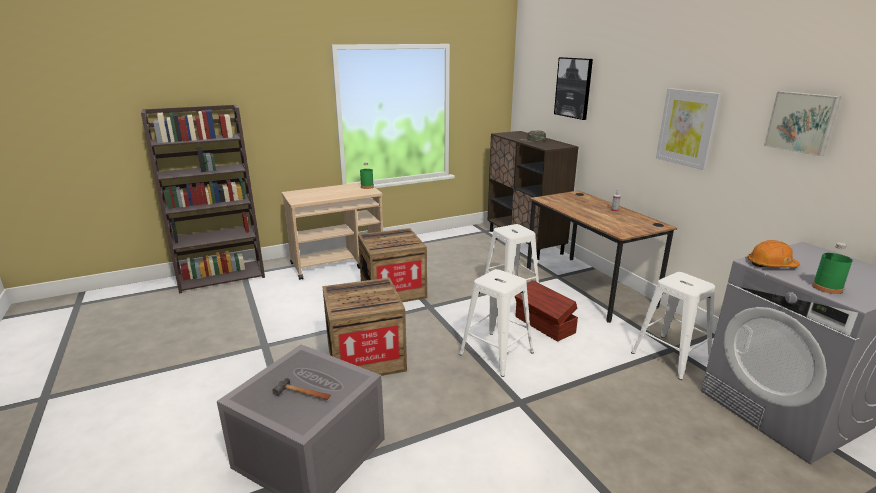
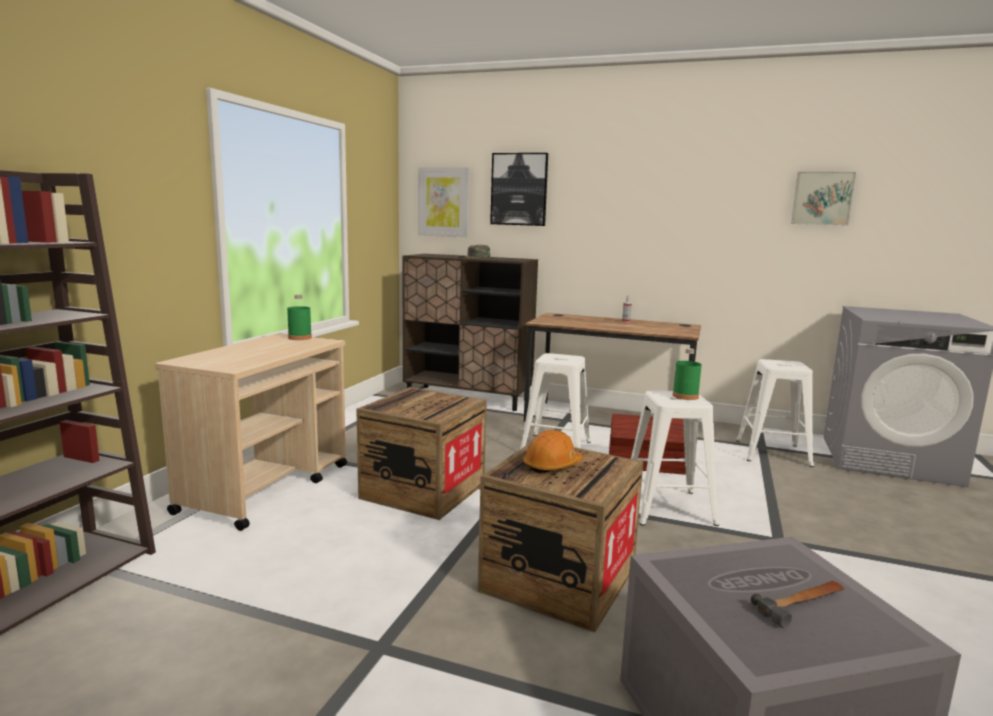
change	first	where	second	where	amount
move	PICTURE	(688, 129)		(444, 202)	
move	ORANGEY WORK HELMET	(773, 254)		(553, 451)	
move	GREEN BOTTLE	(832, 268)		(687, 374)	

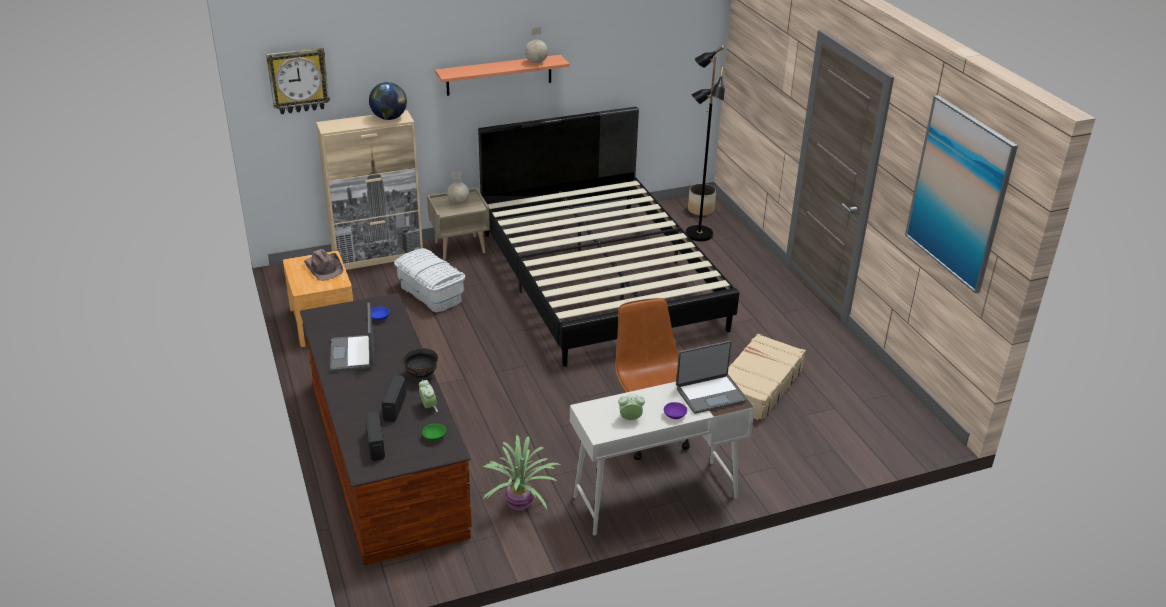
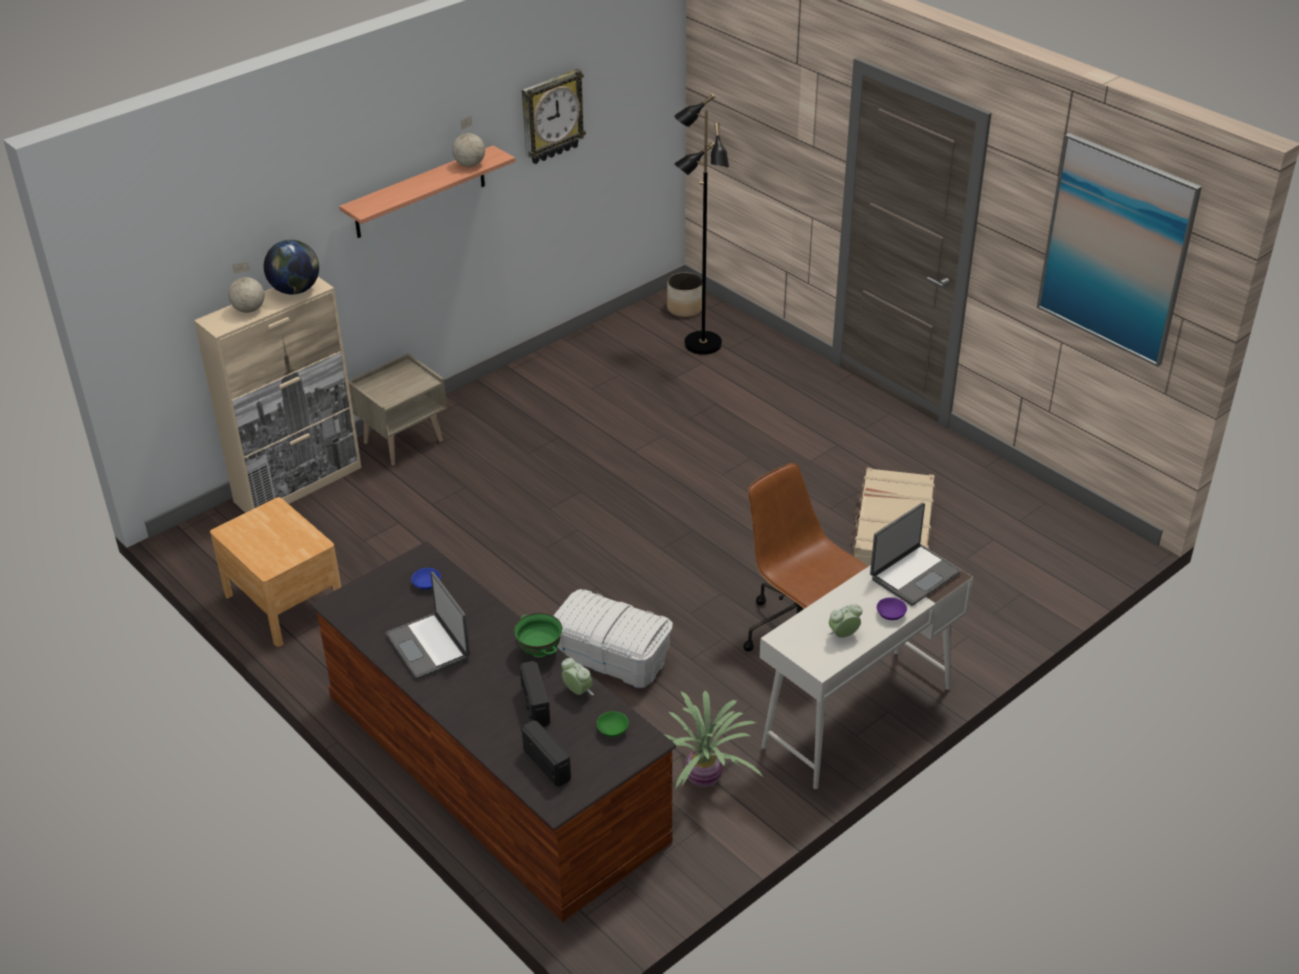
change	first	where	second	where	amount
move	WALL CLOCK	(298, 81)		(554, 116)	
delete	BLACK SLEEPING BED	(608, 237)			
move	WORLD GLOBE	(458, 188)		(246, 287)	
move	WHITE-COLOURED STORAGE BIN	(429, 280)		(613, 638)	
delete	BROWN-COLOURED CLOTHING HAT	(323, 265)			
recolor	BLACK BOWL	(420, 364)	GREEN BOWL	(538, 635)	

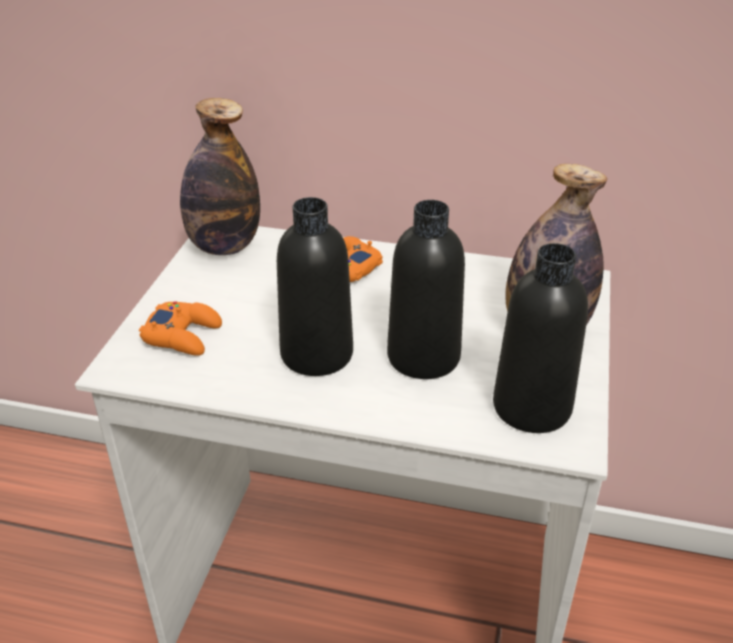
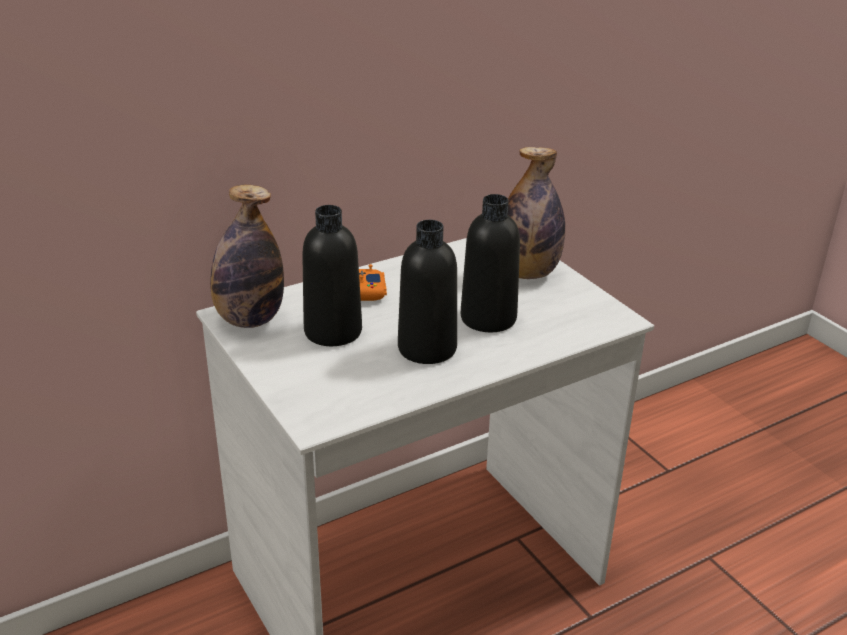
change	first	where	second	where	amount
move	BLACK BOTTLE	(540, 338)		(332, 275)	
delete	ORANGEY GAMEPAD	(180, 328)			

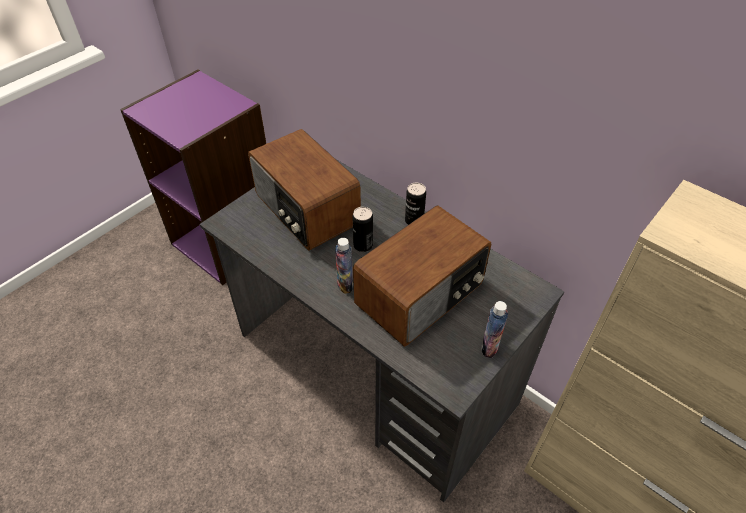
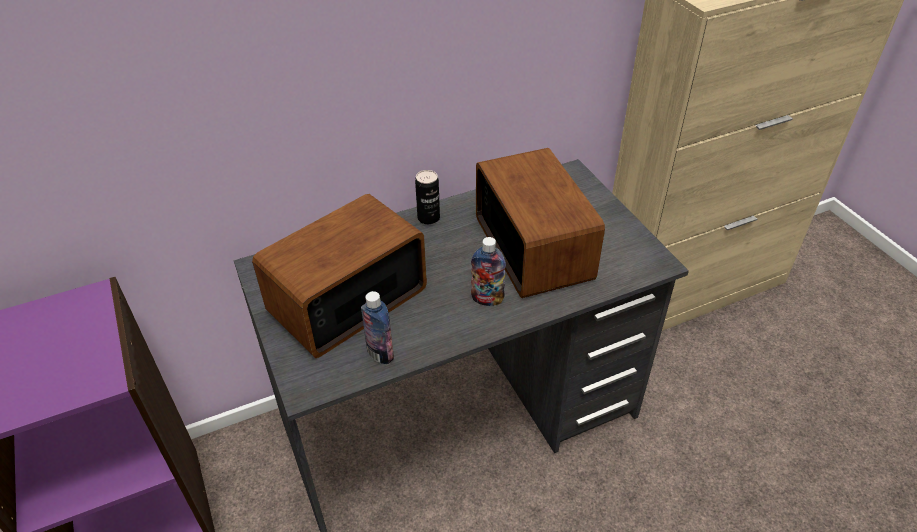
change	first	where	second	where	amount
rotate	RADIO	(304, 190)		(339, 276)	150 degrees clockwise
delete	METAL CAN	(362, 229)			
move	BOTTLE	(494, 329)		(377, 327)	

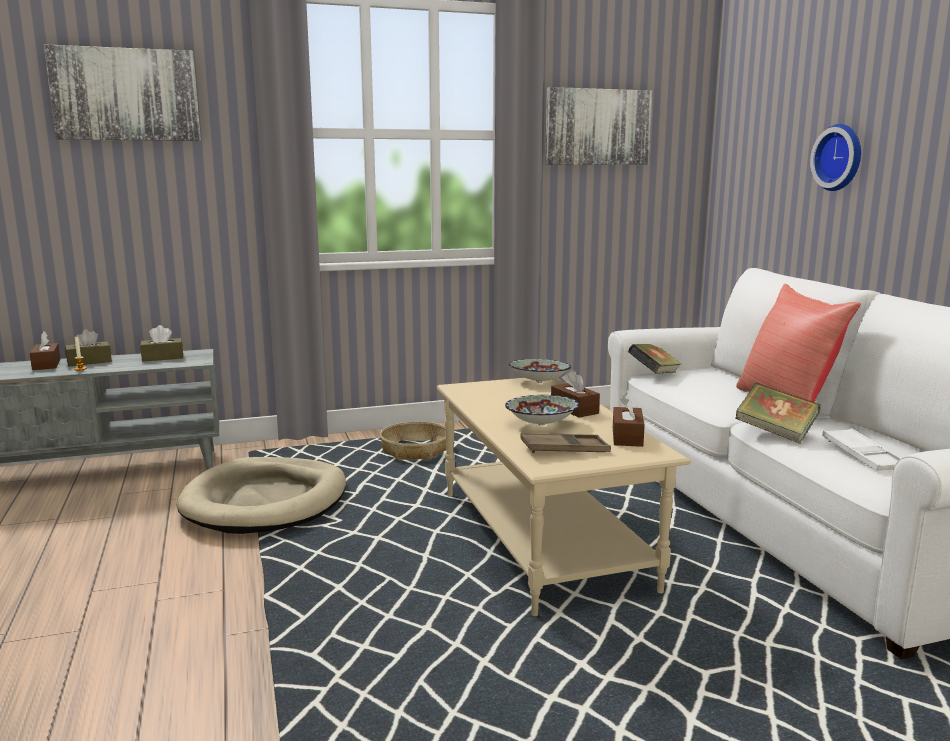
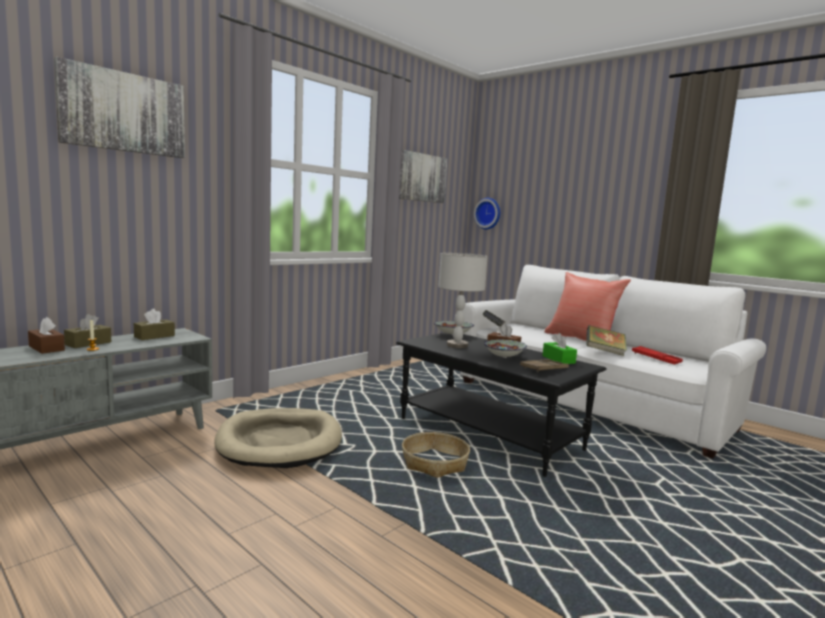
change	first	where	second	where	amount
move	WALL CLOCK	(835, 157)		(487, 214)	
recolor	BEIGE COFFEE TABLE	(564, 497)	BLACK COFFEE TABLE	(501, 405)	
recolor	BROWN-COLOURED TISSUE BOX	(629, 420)	GREEN TISSUE BOX	(560, 348)	
move	HOUSEHOLD BASKET	(413, 440)		(436, 455)	
recolor	WHITE-COLOURED TRAY	(861, 450)	REDDISH TRAY	(657, 355)	
insert			GREYISH TABLE LAMP	(463, 300)	

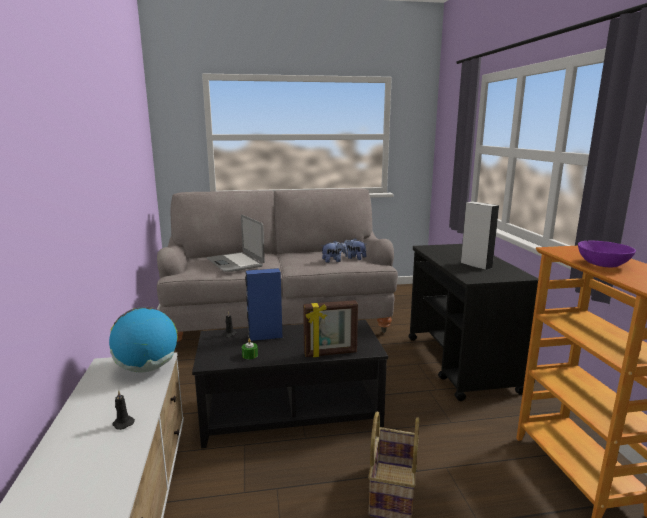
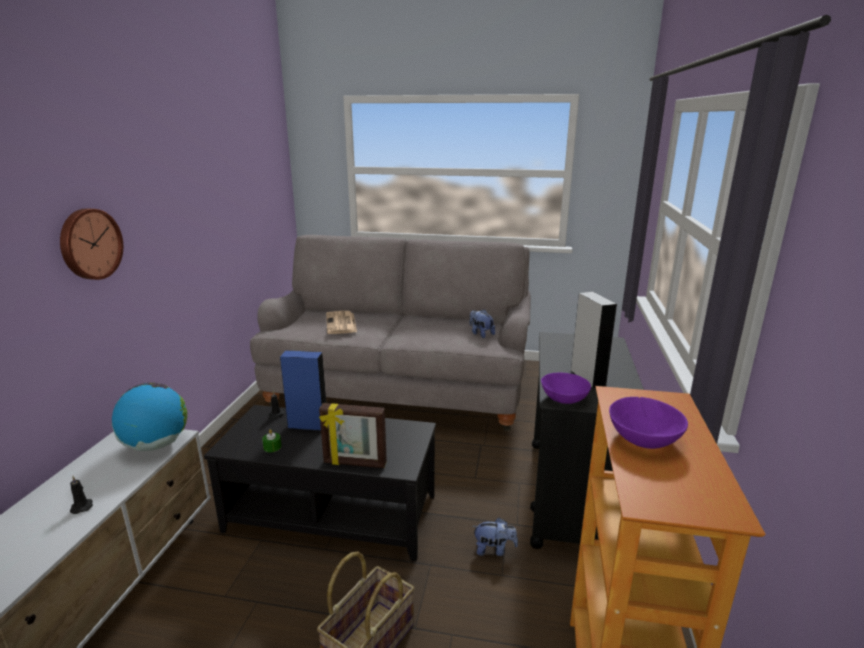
change	first	where	second	where	amount
replace	LAPTOP	(235, 243)	PRINTED PAPER	(341, 322)	
move	SOFT TOY	(334, 252)		(495, 536)	
insert			WALL CLOCK	(91, 244)	
insert			PURPLISH BOWL	(566, 388)	

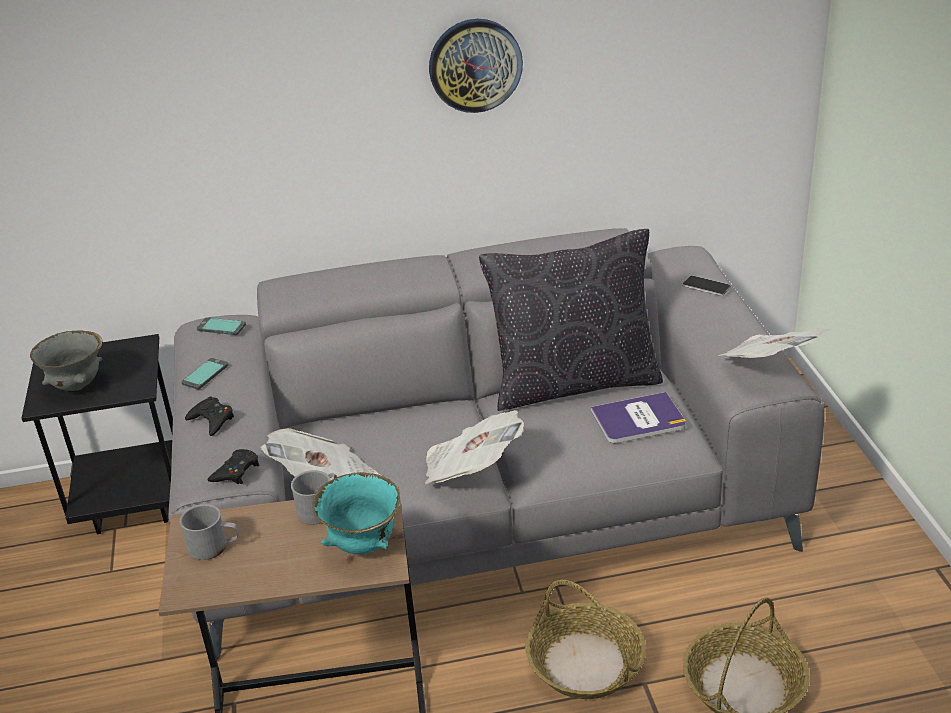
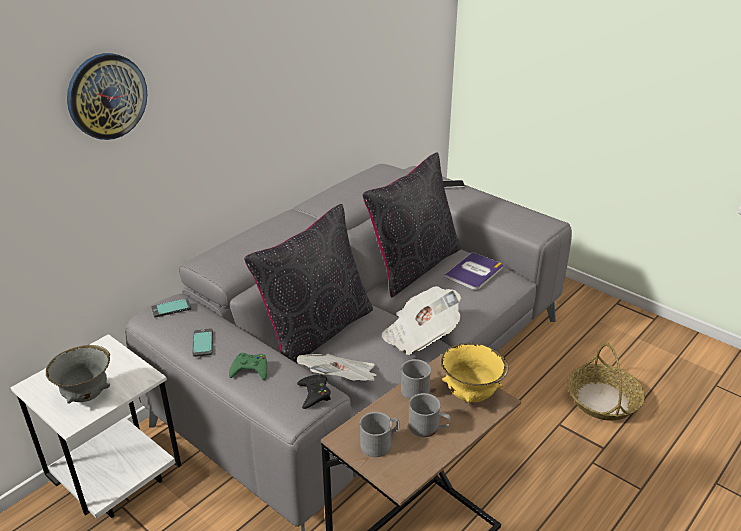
change	first	where	second	where	amount
move	WALL CLOCK	(476, 66)		(107, 96)	
delete	PRINTED PAPER	(774, 343)			
recolor	BLACK SIDE TABLE	(97, 434)	WHITE-COLOURED SIDE TABLE	(96, 426)	
recolor	BLACK GAMEPAD	(209, 416)	GREEN GAMEPAD	(248, 366)	
recolor	TURQUOISE BOWL	(356, 513)	YELLOW BOWL	(474, 372)	
delete	HOUSEHOLD BASKET	(585, 639)			
insert			BLACK THROW PILLOW	(308, 283)	
insert			GREYISH MUG	(430, 415)	

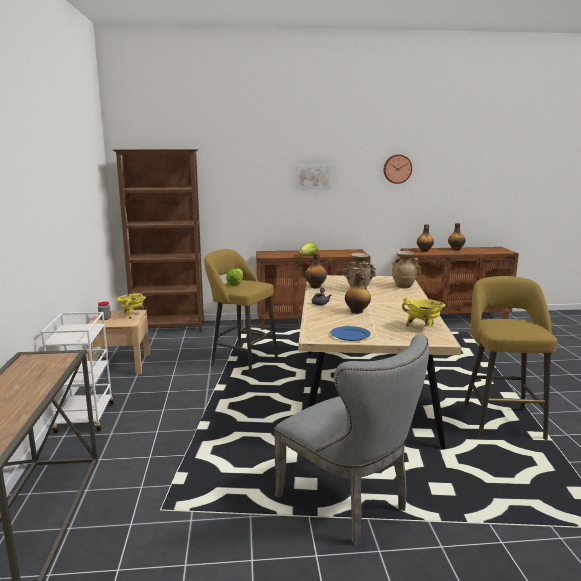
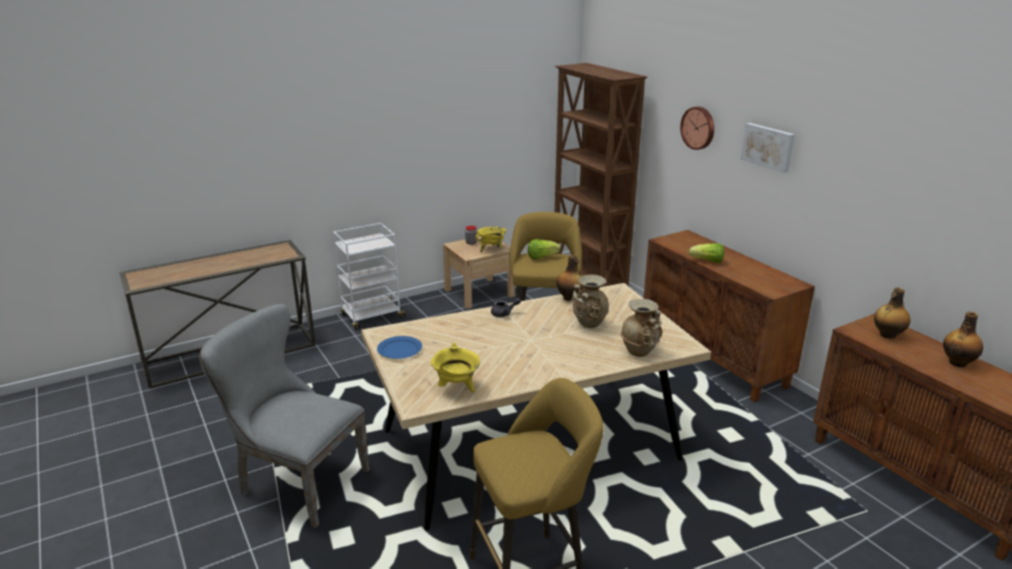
change	first	where	second	where	amount
move	WALL CLOCK	(398, 169)		(697, 128)	
delete	BOTTLE	(358, 293)			
rotate	GREYISH PLAIN CHAIR	(351, 439)		(284, 416)	90 degrees clockwise

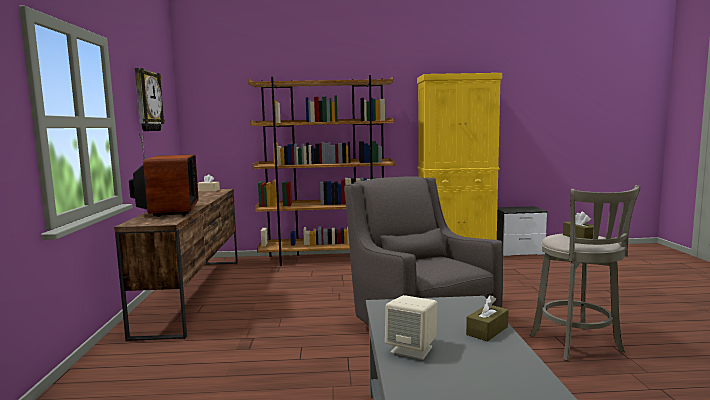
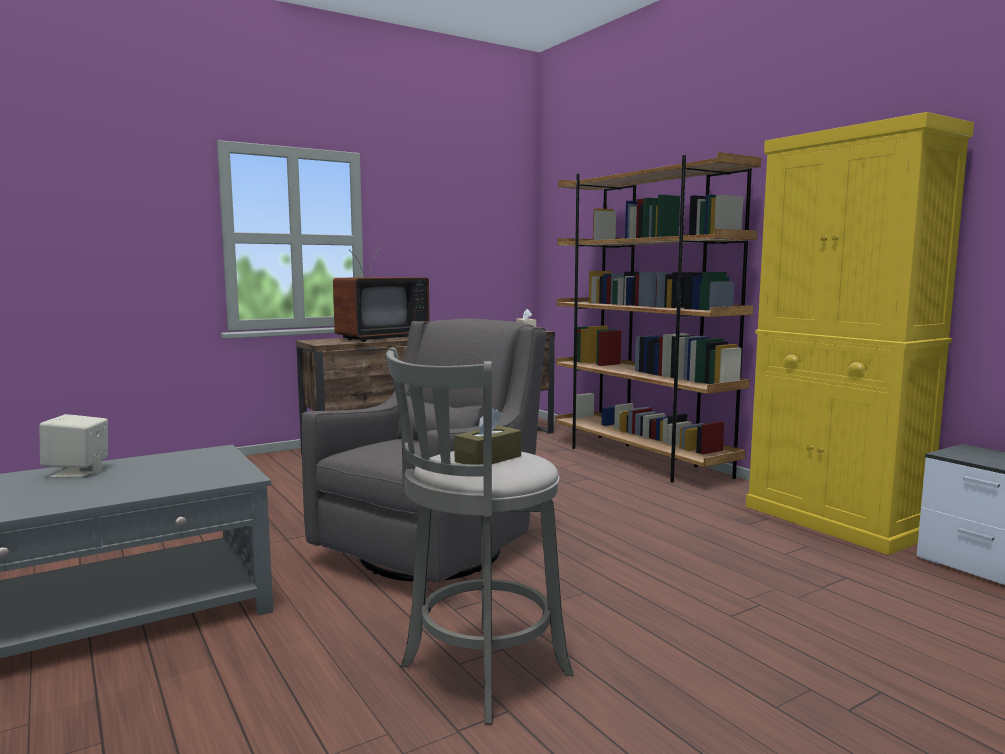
change	first	where	second	where	amount
delete	WALL CLOCK	(150, 99)			
delete	BROWN-COLOURED TISSUE BOX	(487, 318)			

